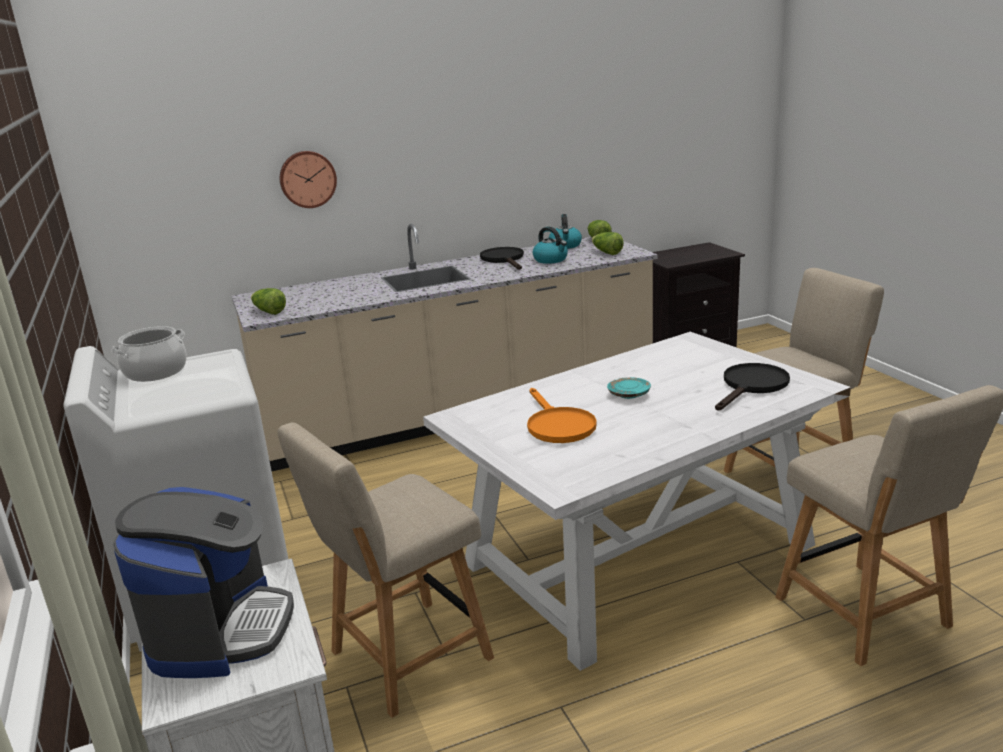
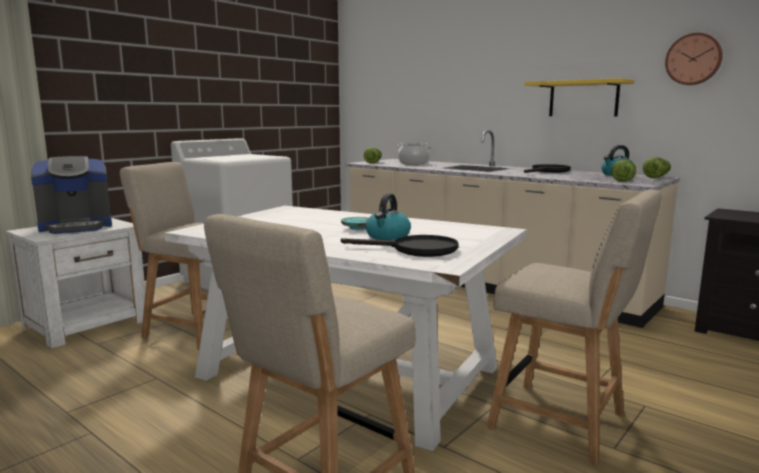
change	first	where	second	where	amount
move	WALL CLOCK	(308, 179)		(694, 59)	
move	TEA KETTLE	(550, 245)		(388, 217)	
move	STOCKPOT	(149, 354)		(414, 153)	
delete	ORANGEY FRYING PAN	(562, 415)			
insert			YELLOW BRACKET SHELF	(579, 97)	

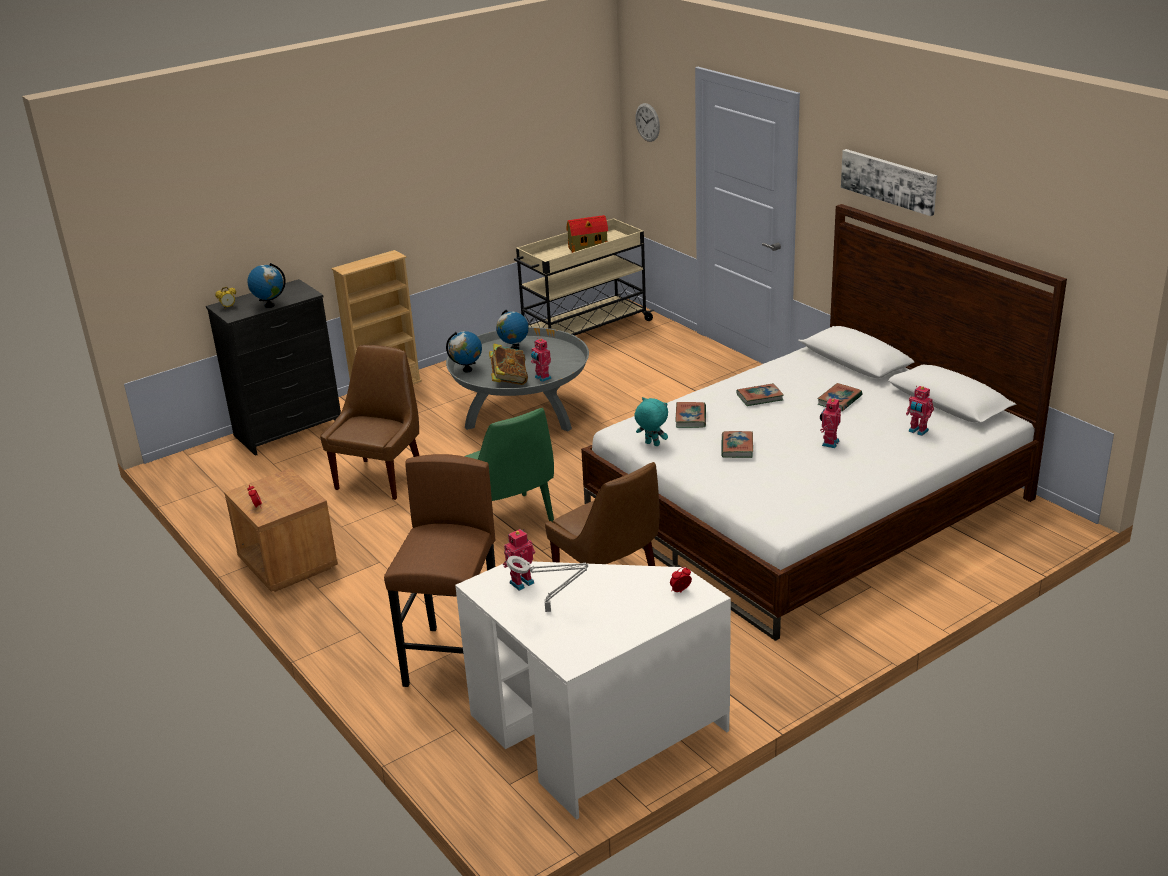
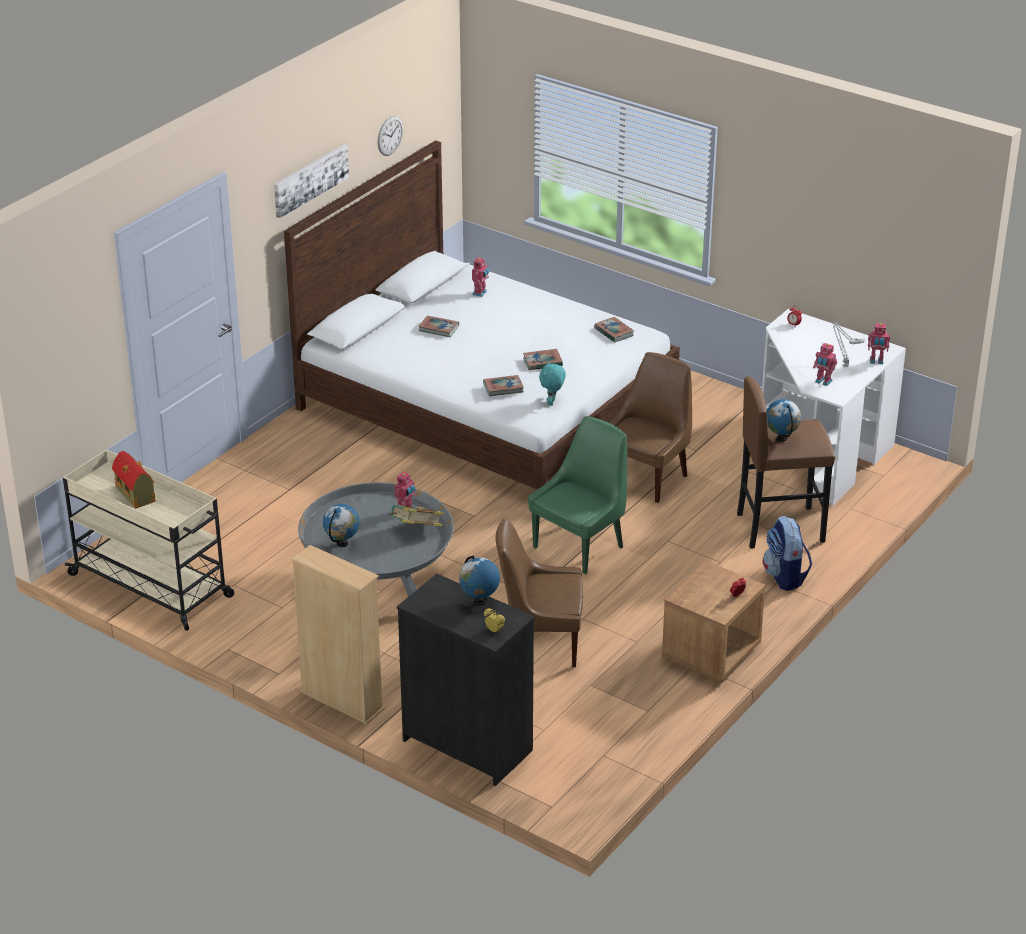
change	first	where	second	where	amount
move	WALL CLOCK	(647, 122)		(390, 136)	
move	WORLD GLOBE	(464, 352)		(784, 420)	
move	VOLUME	(760, 394)		(614, 330)	
move	TOY ROBOT	(830, 422)		(879, 343)	
insert			RUCKSACK	(787, 553)	

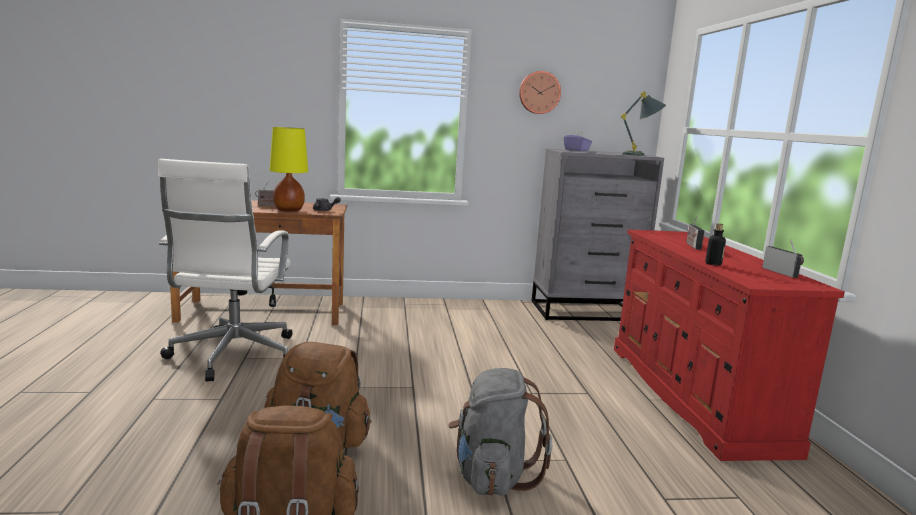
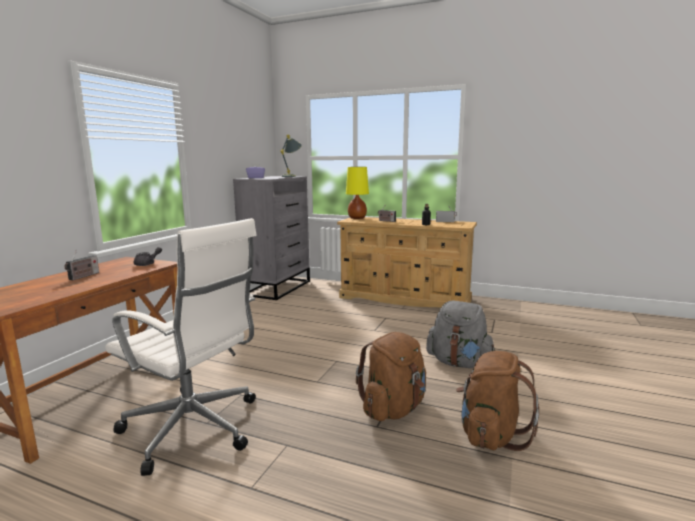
change	first	where	second	where	amount
delete	WALL CLOCK	(540, 92)			
move	YELLOW TABLE LAMP	(288, 169)		(357, 193)	
recolor	REDDISH CHEST OF DRAWERS	(729, 345)	BEIGE CHEST OF DRAWERS	(407, 262)	

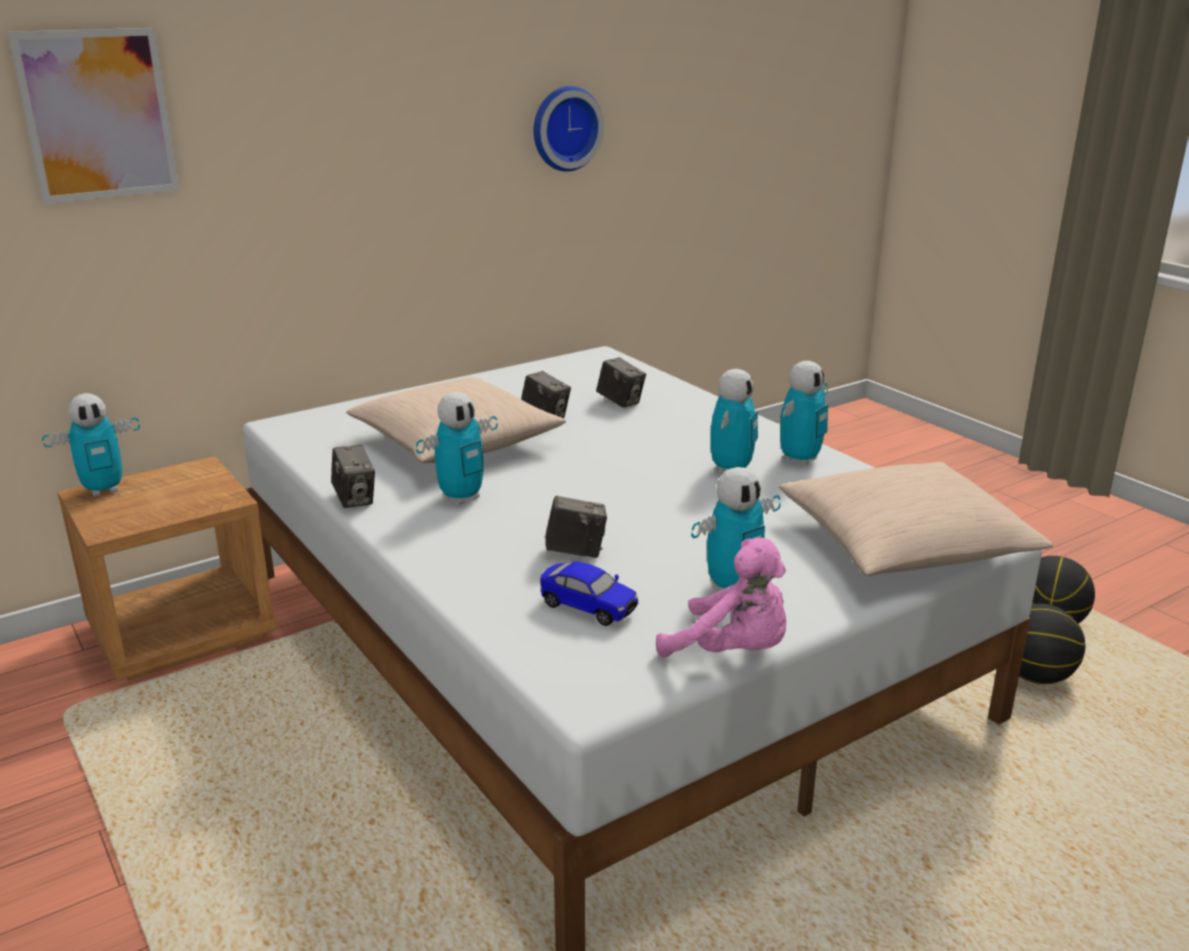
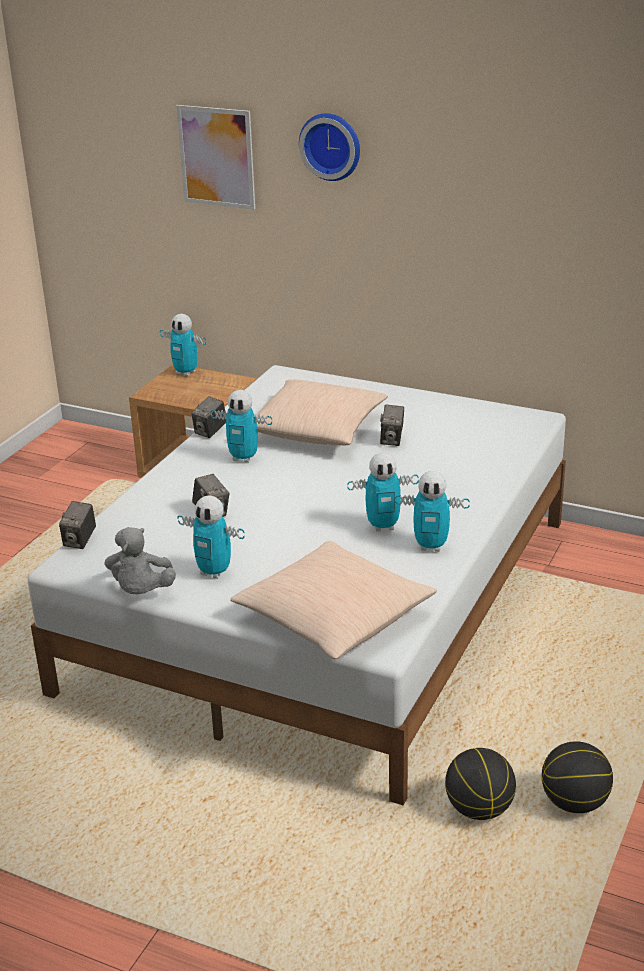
change	first	where	second	where	amount
move	WALL CLOCK	(569, 129)		(329, 147)	
move	PHOTO CAMERA	(621, 382)		(77, 525)	
recolor	PINKISH SOFT TOY	(721, 597)	GREYISH SOFT TOY	(140, 560)	
delete	MODEL CAR	(589, 593)			

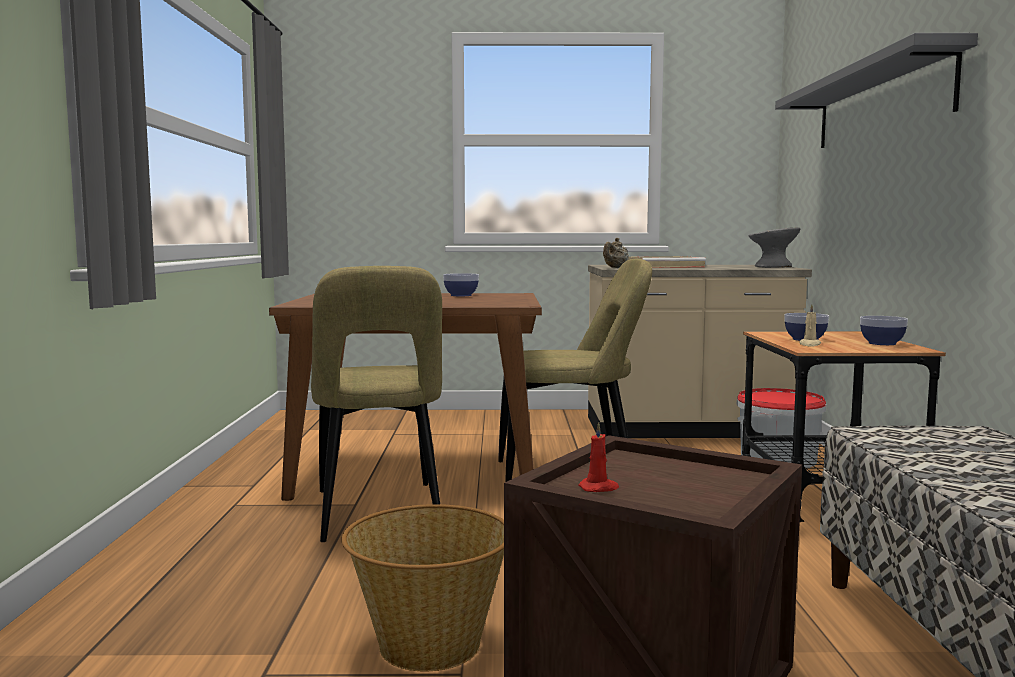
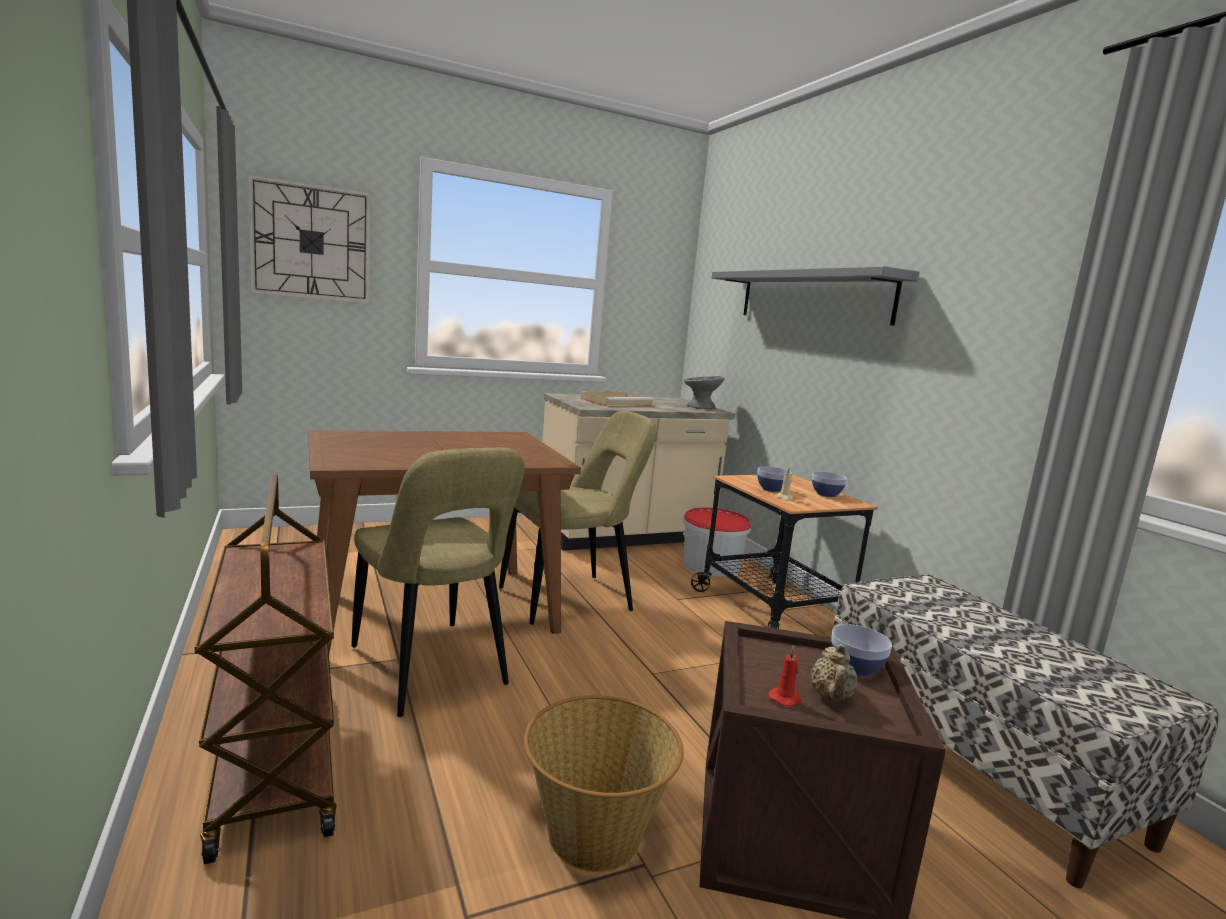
change	first	where	second	where	amount
move	BEIGE POT FOR TEA	(616, 253)		(834, 673)	
move	BOWL	(461, 284)		(861, 650)	
insert			WALL CLOCK	(309, 238)	
insert			BROWN-COLOURED CART	(266, 669)	

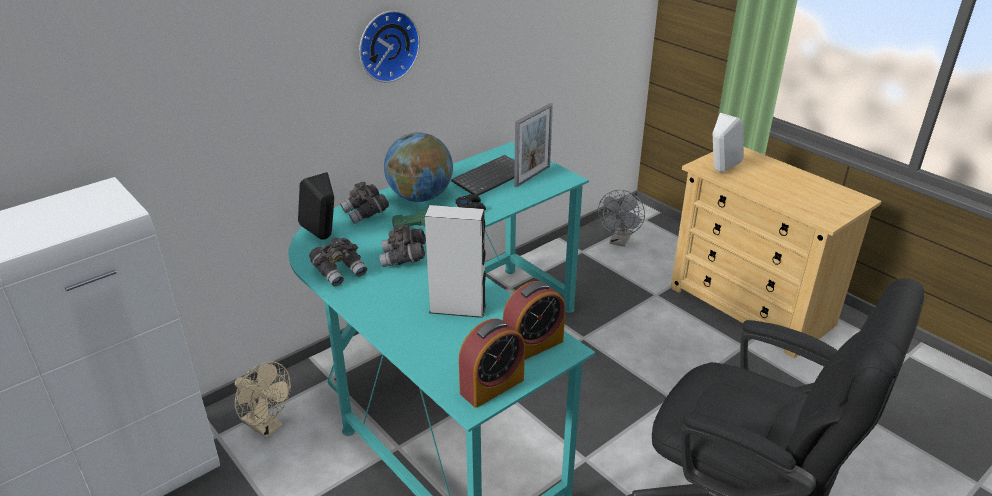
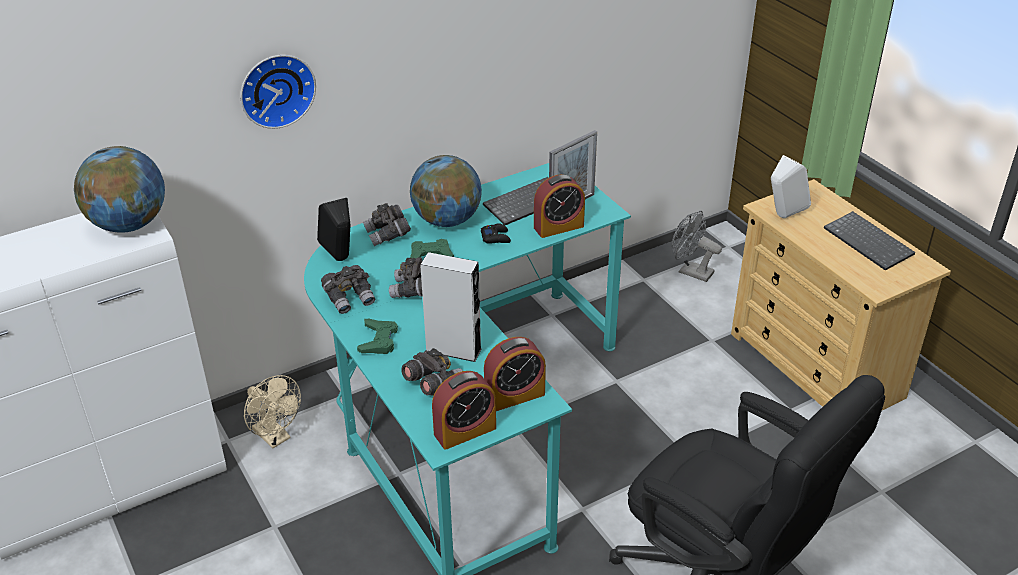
change	first	where	second	where	amount
move	WALL CLOCK	(389, 46)		(278, 92)	
rotate	GREYISH COOLING FAN	(621, 218)		(697, 246)	90 degrees clockwise
insert			WORLD GLOBE	(119, 189)	
insert			BEDSIDE CLOCK	(559, 206)	
insert			COMPUTER KEYBOARD	(869, 241)	
insert			GREEN GAMEPAD	(377, 336)	
insert			GREYISH PAIR OF BINOCULARS	(432, 371)	

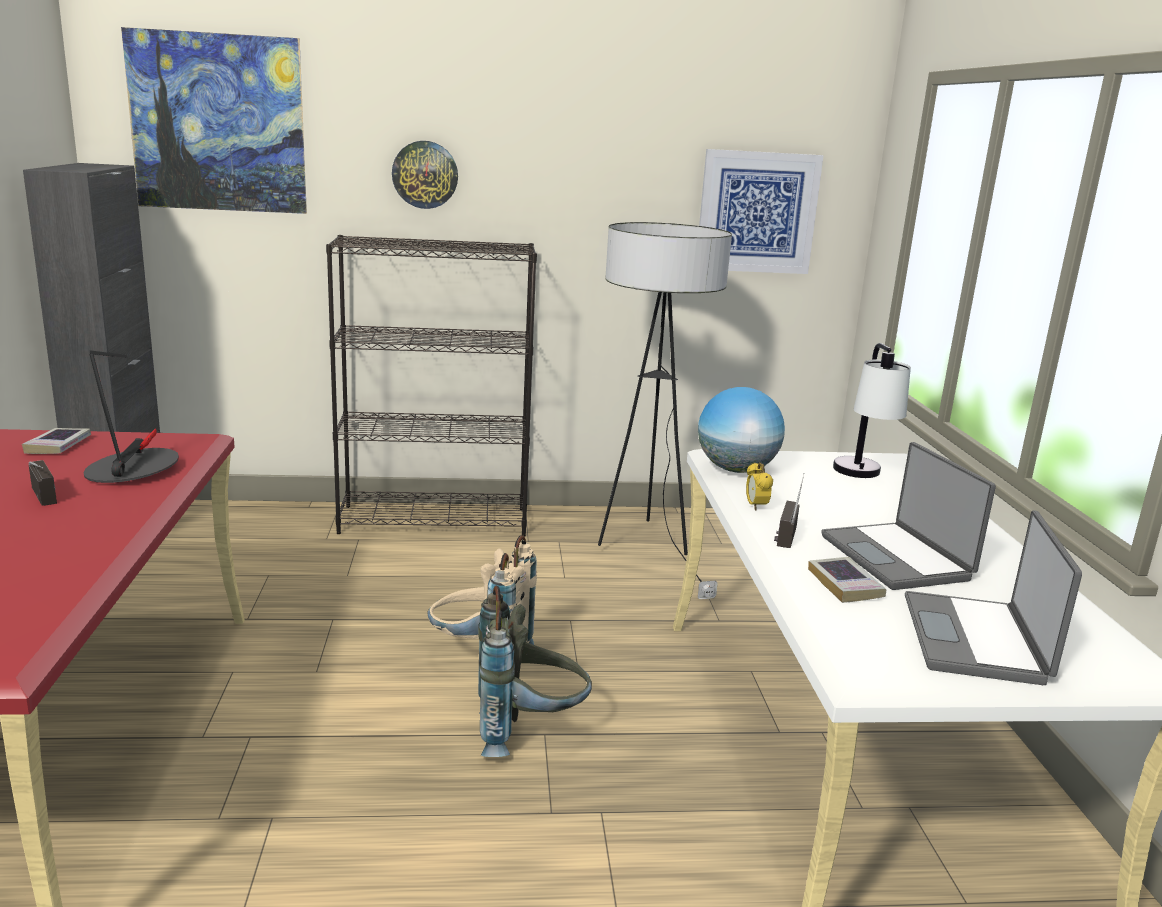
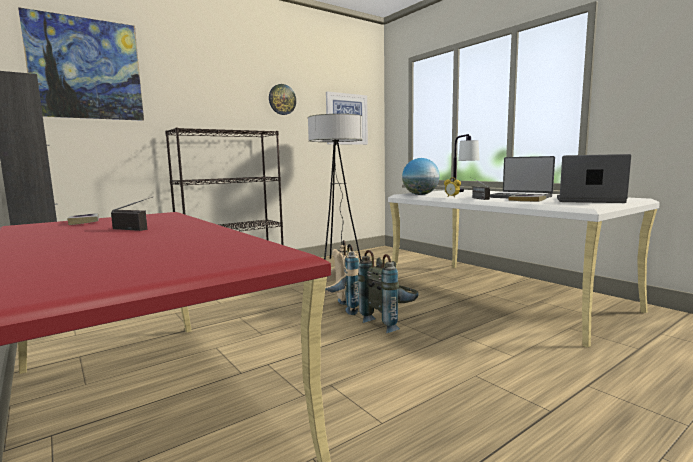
change	first	where	second	where	amount
move	WALL CLOCK	(425, 175)		(282, 99)	
delete	TABLE LAMP	(131, 416)			
rotate	LAPTOP	(993, 598)		(594, 178)	135 degrees clockwise

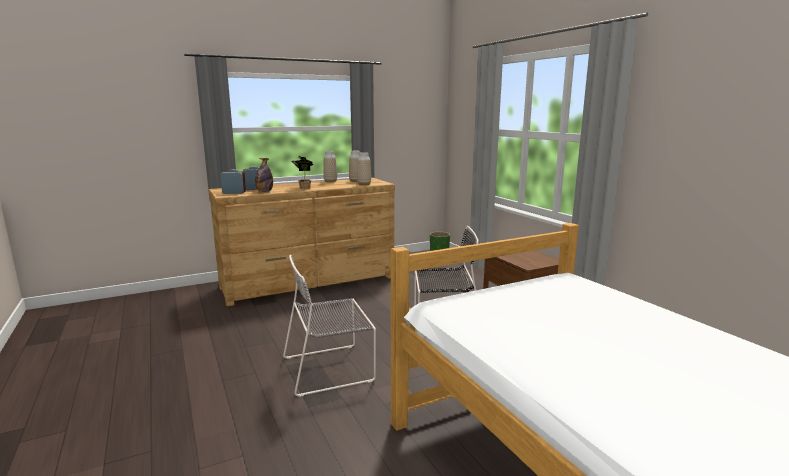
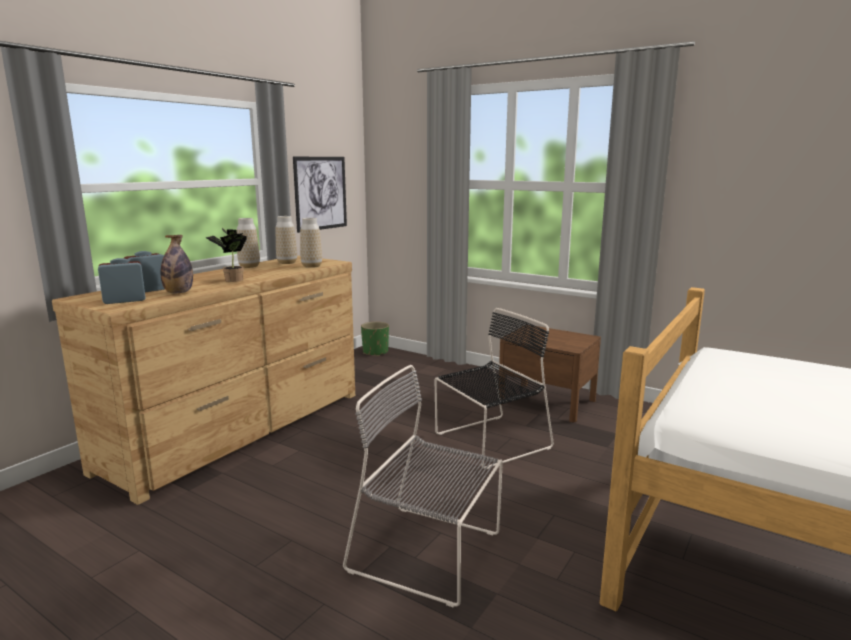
change	first	where	second	where	amount
rotate	GREYISH PLAIN CHAIR	(329, 326)		(423, 486)	75 degrees clockwise
insert			PICTURE	(320, 195)	

